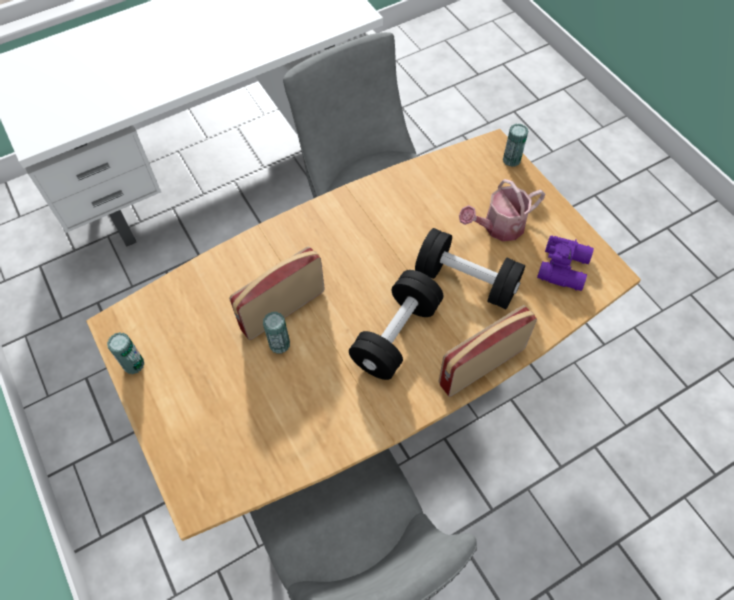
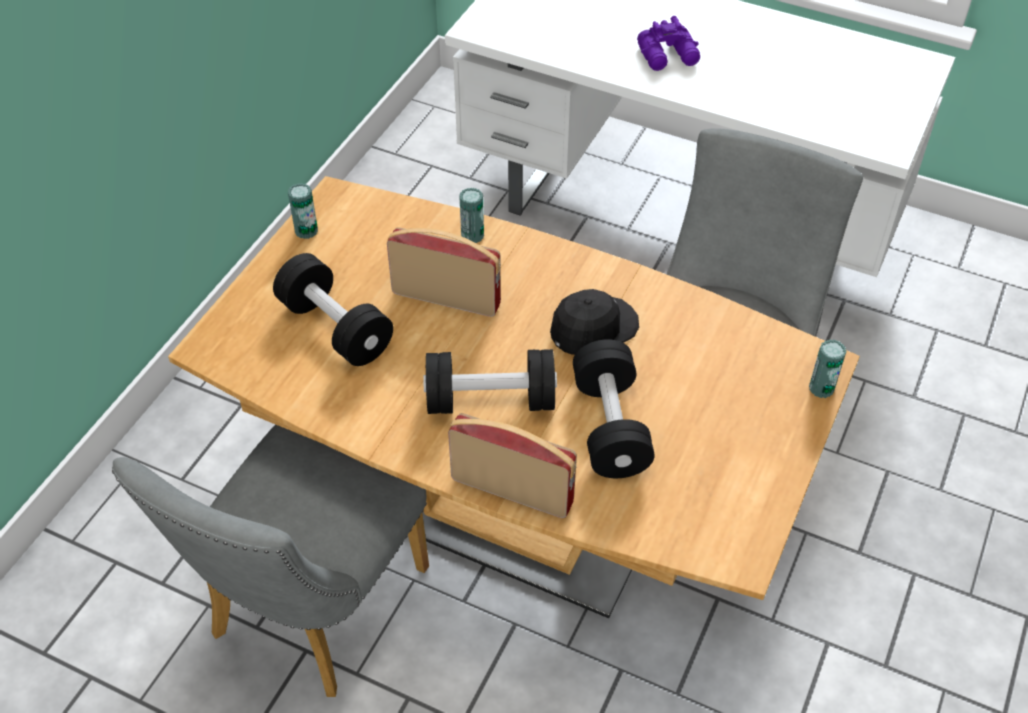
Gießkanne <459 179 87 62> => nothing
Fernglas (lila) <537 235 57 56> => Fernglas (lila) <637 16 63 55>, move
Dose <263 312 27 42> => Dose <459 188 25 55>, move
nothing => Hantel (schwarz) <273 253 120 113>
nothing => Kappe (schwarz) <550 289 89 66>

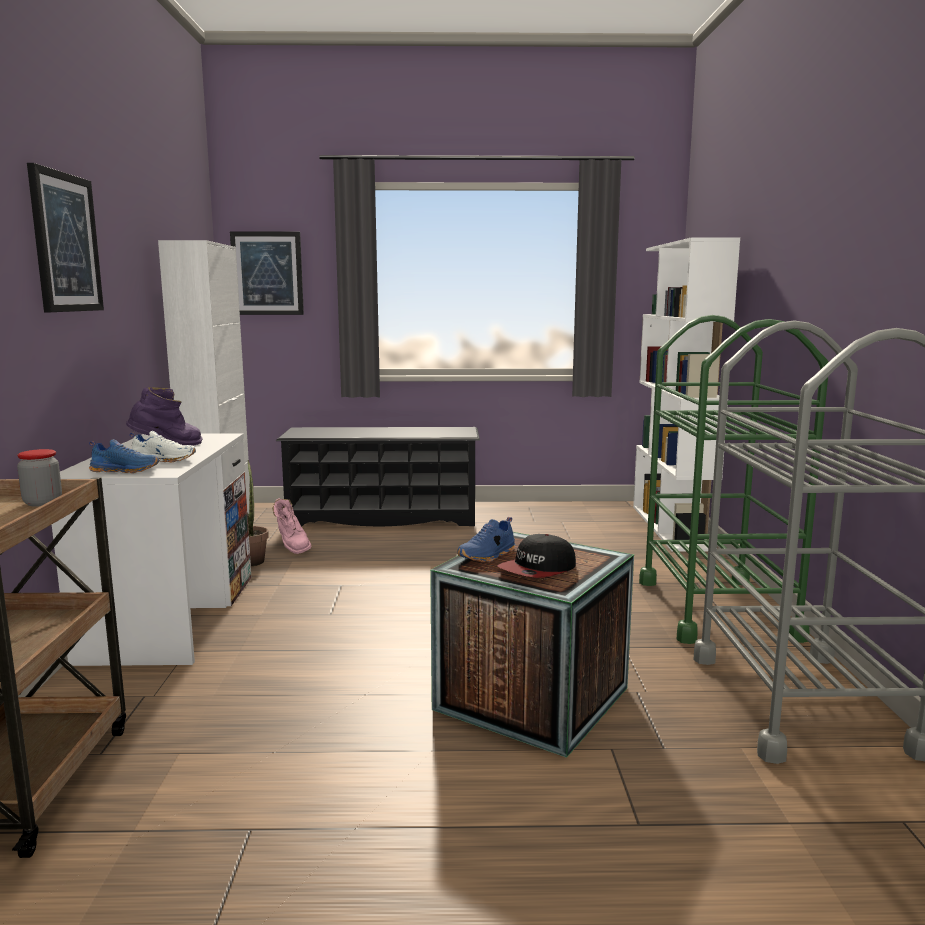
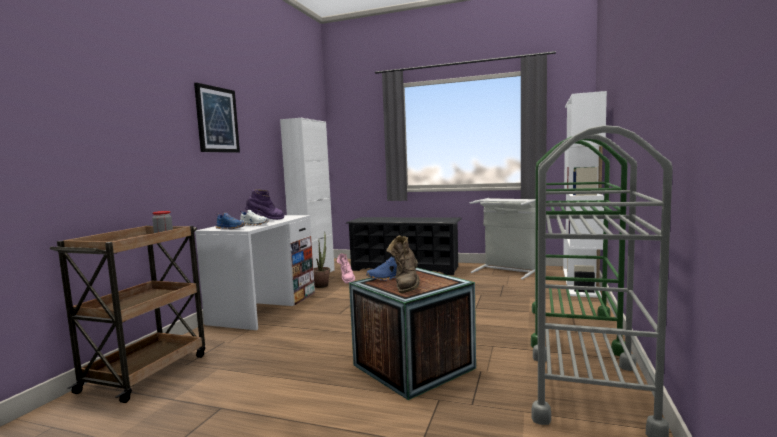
Bild <230 232 74 83> => nothing
Kappe <497 534 79 44> => Stiefel (braun) <386 235 34 58>
nothing => Wäschekorb (grau) <470 198 66 82>

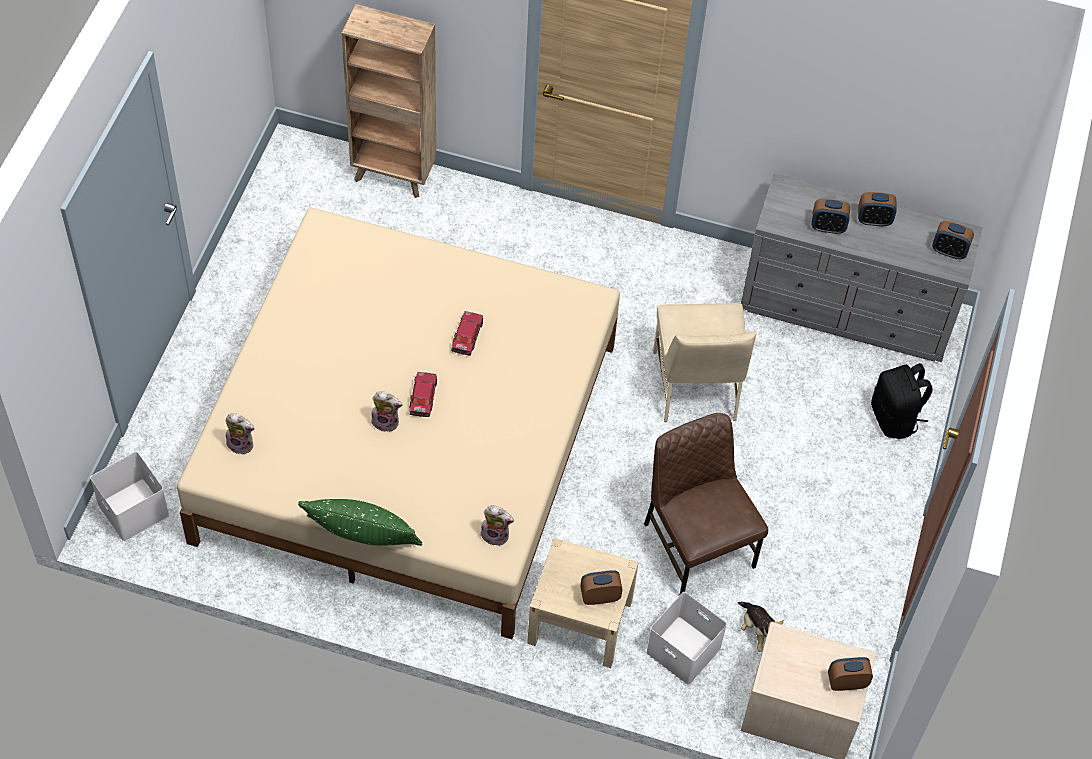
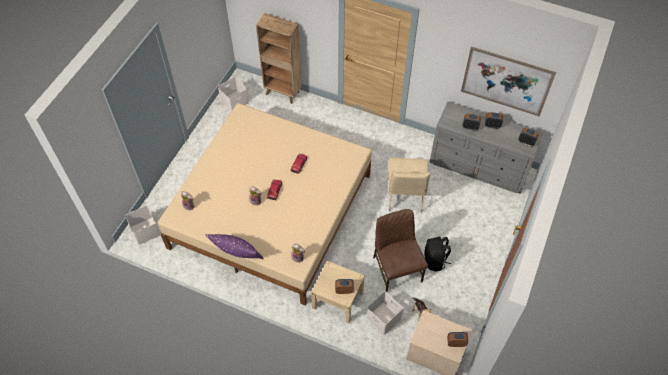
Rucksack (schwarz) <871 363 62 76> => Rucksack (schwarz) <424 237 27 35>, move
Kissen (grün) <298 499 124 47> => Kissen (lila) <206 234 57 25>
nothing => Bild <461 46 95 70>
nothing => Aufbewahrungsbox (weiß) <218 77 31 35>

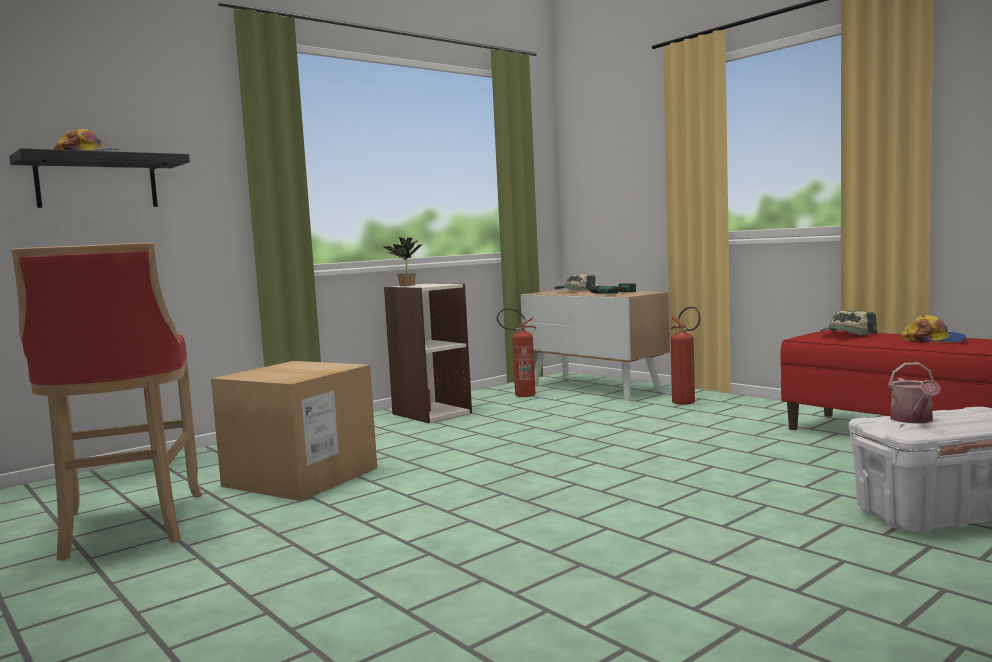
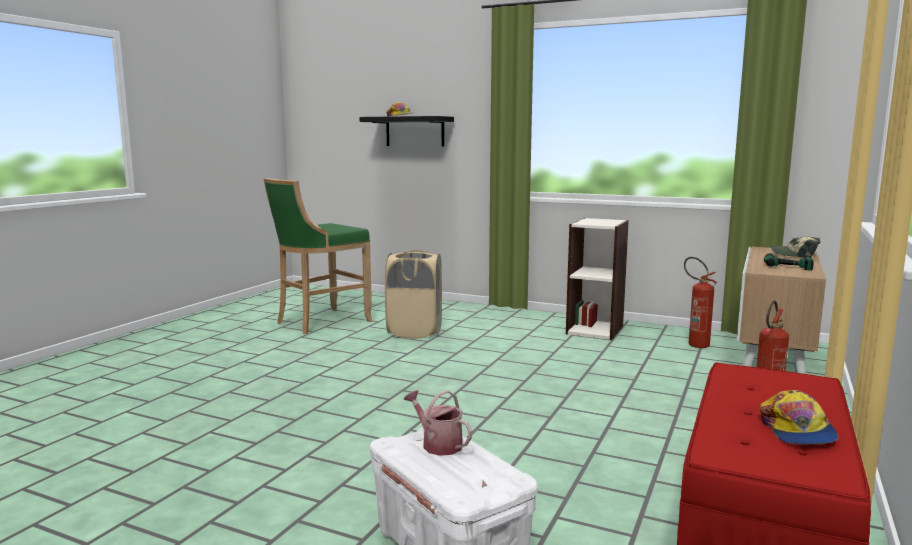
Topfpflanze <384 237 39 49> => nothing
Hocker (rot) <11 242 191 319> => Hocker (grün) <264 178 109 156>
Kappe <819 311 58 24> => nothing
Karton <211 361 166 140> => Wäschekorb (beige) <385 250 57 89>
Gießkanne <888 363 53 60> => Gießkanne <404 390 68 66>, 60 degrees clockwise

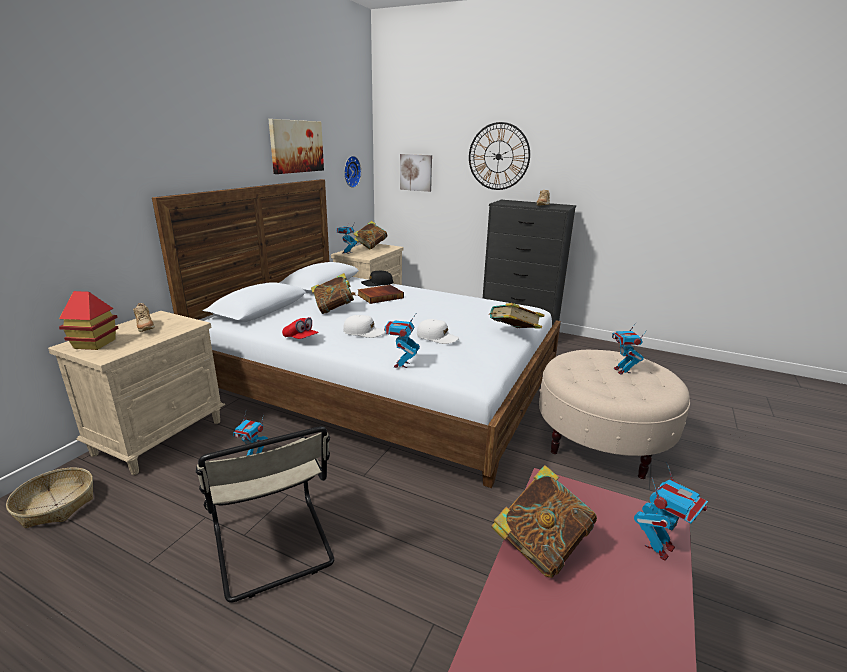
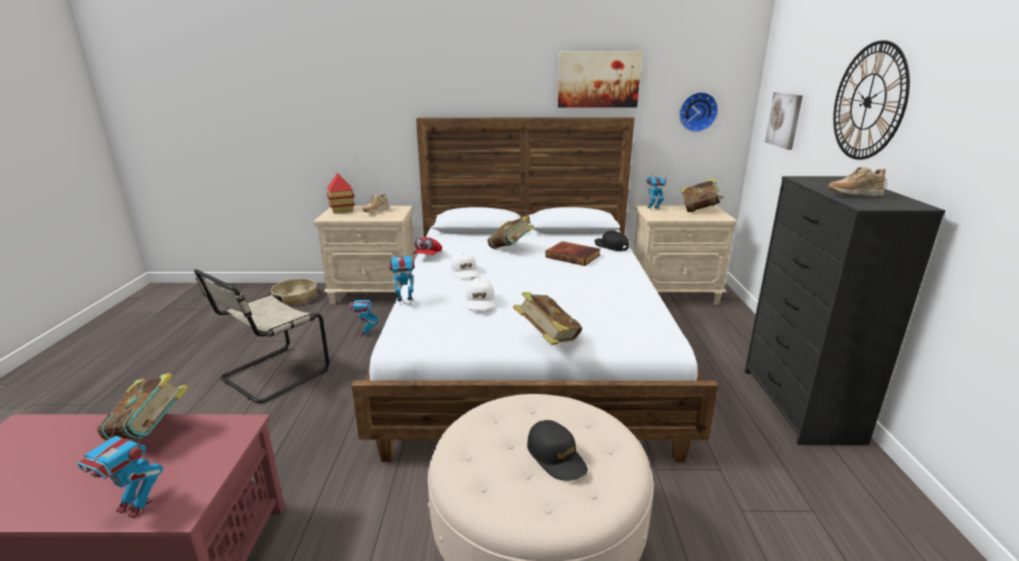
Spielzeugroboter <612 322 35 52> => Kappe (schwarz) <527 420 61 61>

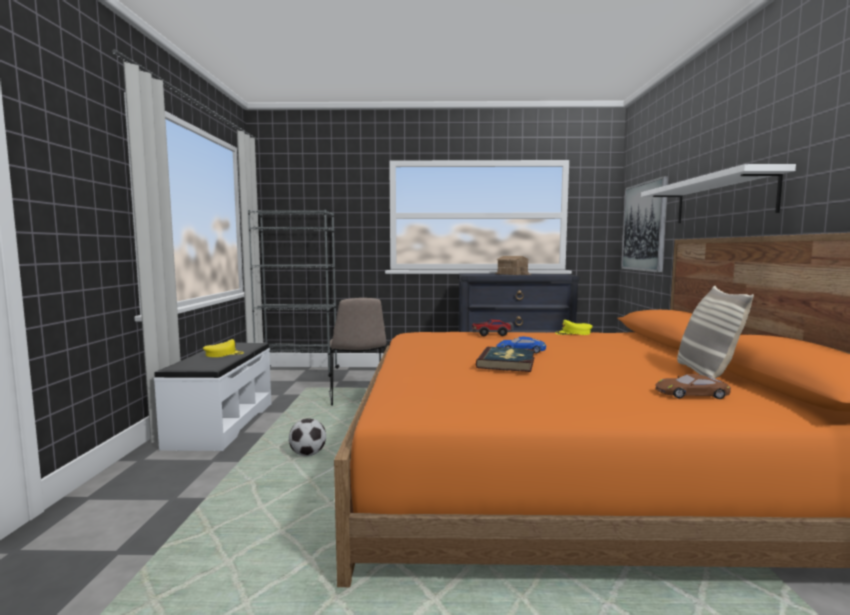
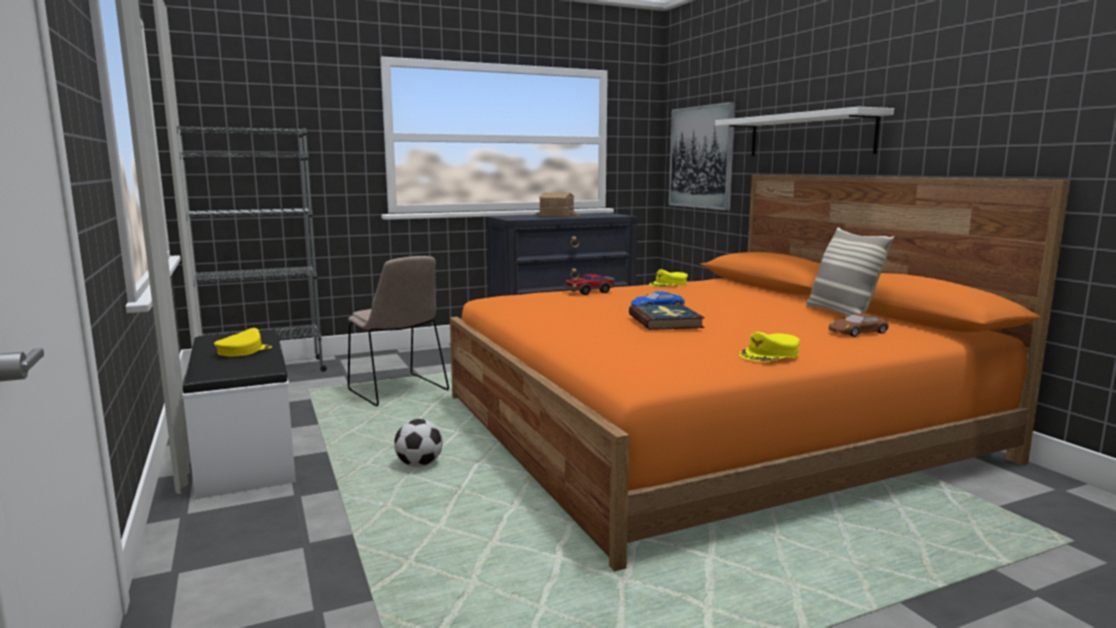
nothing => Kappe (gelb) <739 332 61 30>

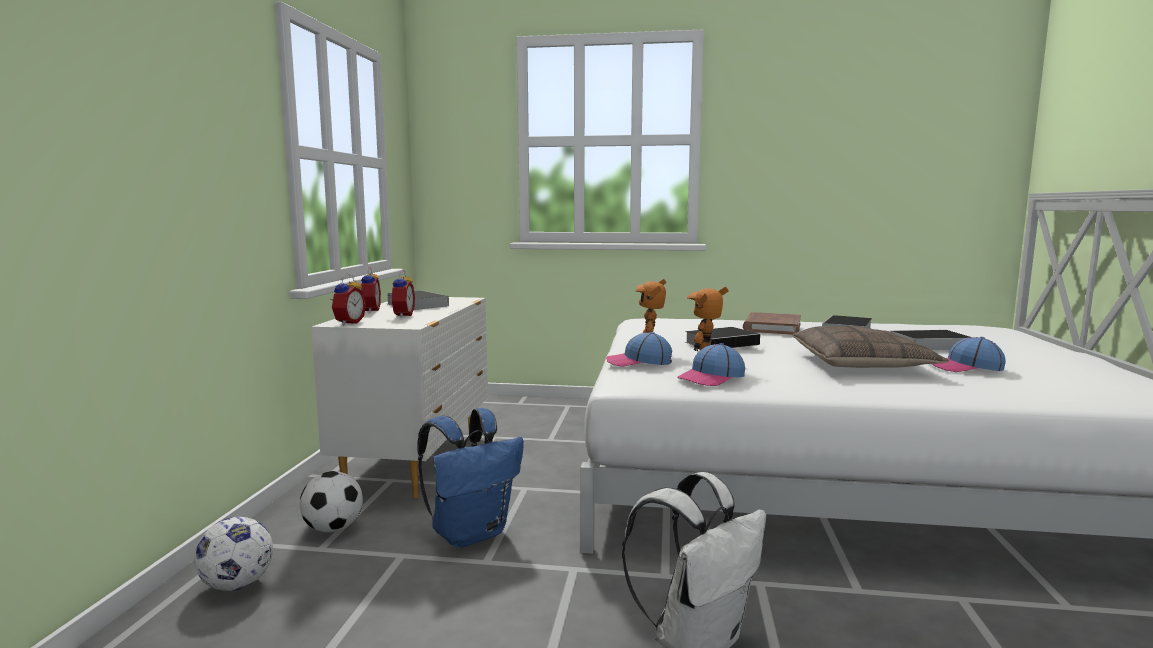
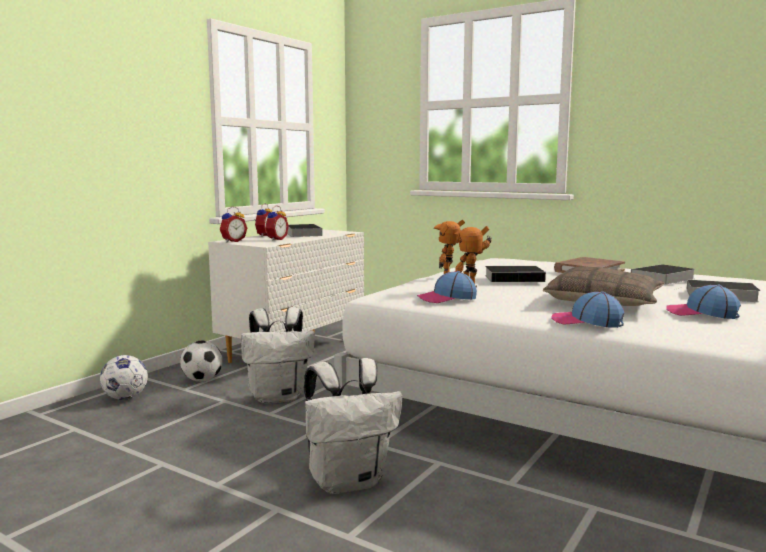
Kappe <606 332 66 35> => Kappe <551 291 74 37>, move
Rucksack (blau) <417 408 107 140> => Rucksack (weiß) <241 307 74 97>

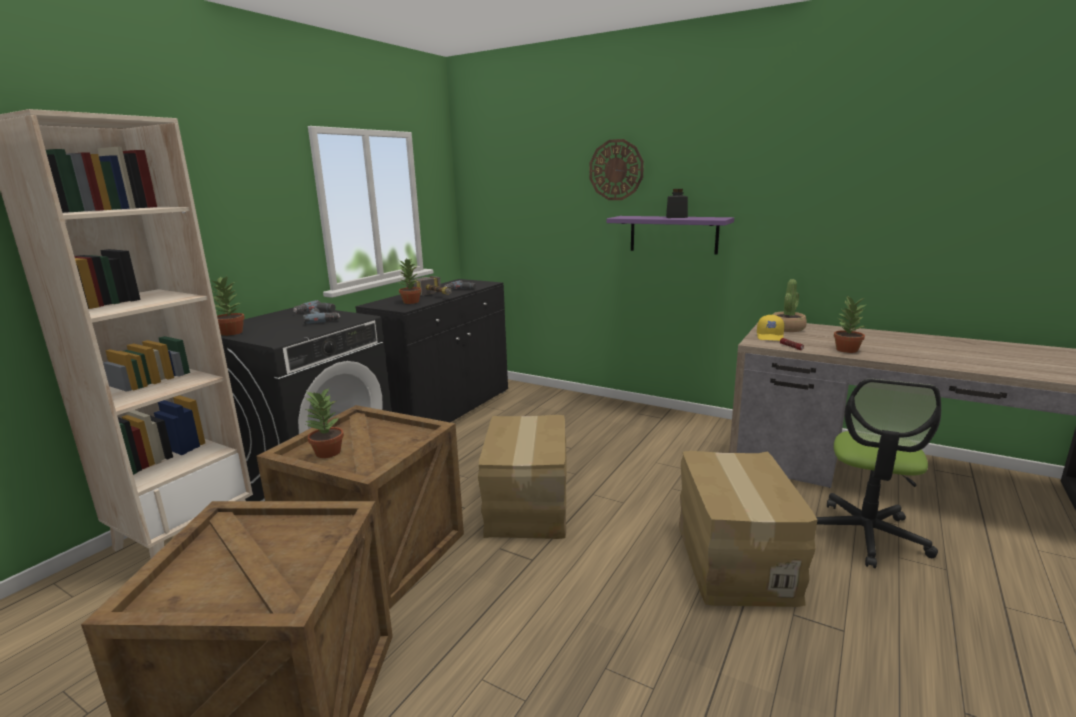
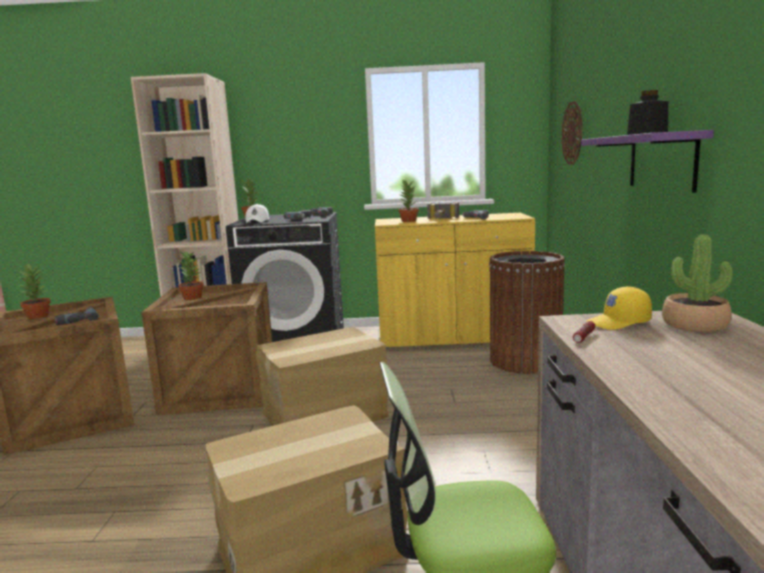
Wanduhr <589 139 55 61> => Wanduhr <561 101 22 63>, move
Schrank (schwarz) <355 279 153 143> => Schrank (gelb) <375 213 160 136>
Topfpflanze <834 296 33 57> => Topfpflanze <19 264 32 55>, move
nothing => Kappe (weiß) <245 204 25 19>
nothing => Mülleimer (braun) <489 251 76 123>
nothing => Bohrmaschine <54 307 45 18>

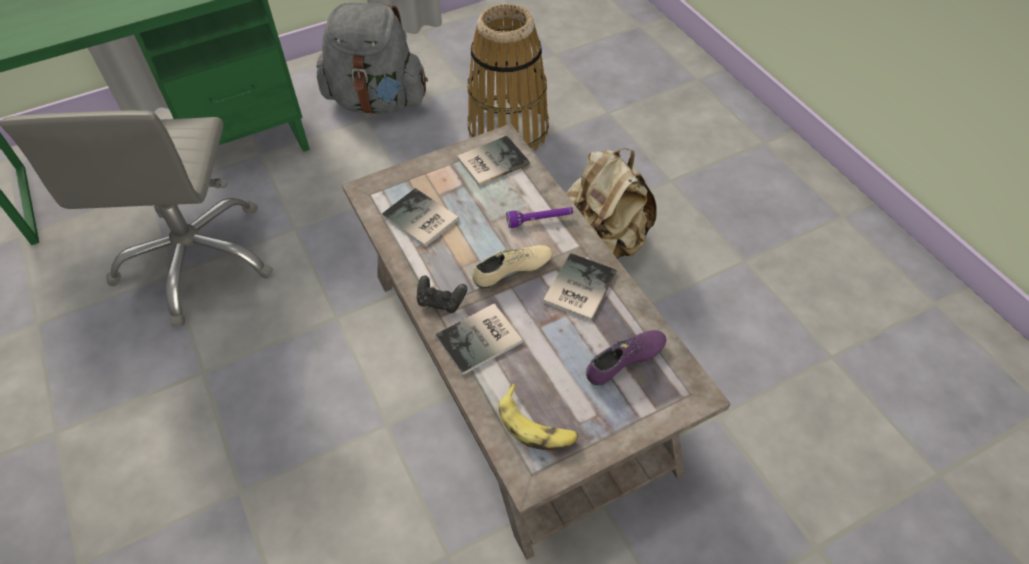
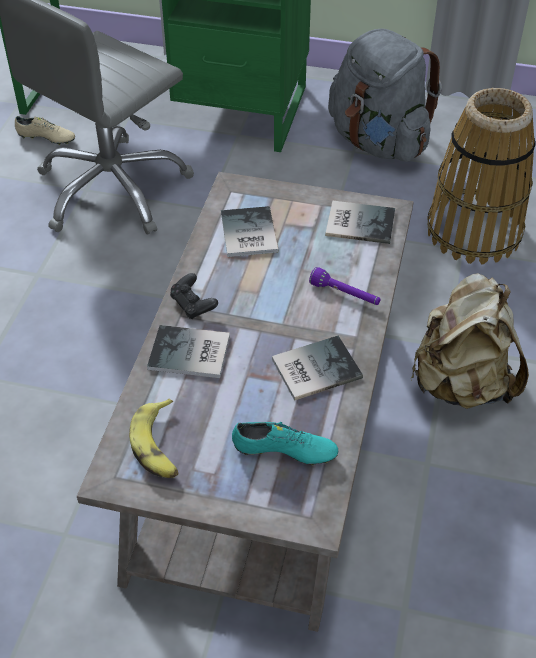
Schuh (beige) <472 245 81 44> => Schuh (beige) <15 116 60 29>, move
Schuh (lila) <586 330 80 55> => Schuh (türkis) <232 422 106 43>

